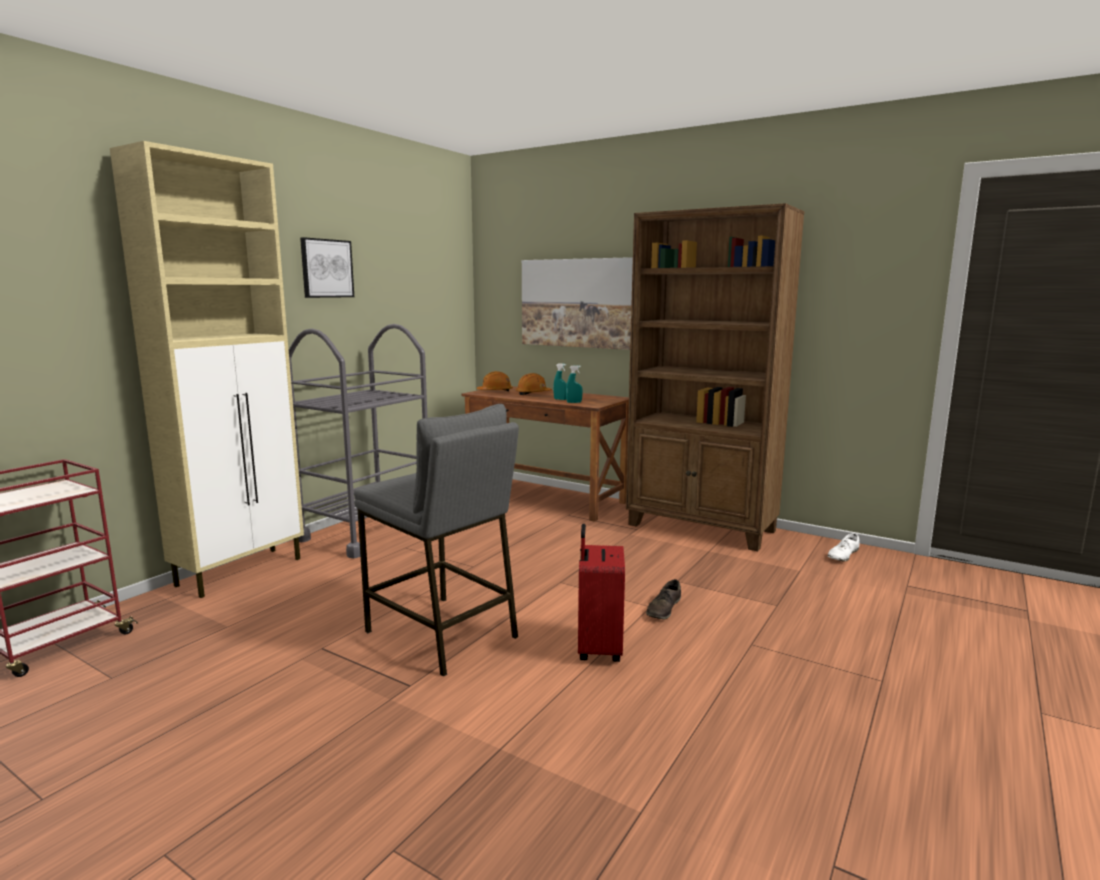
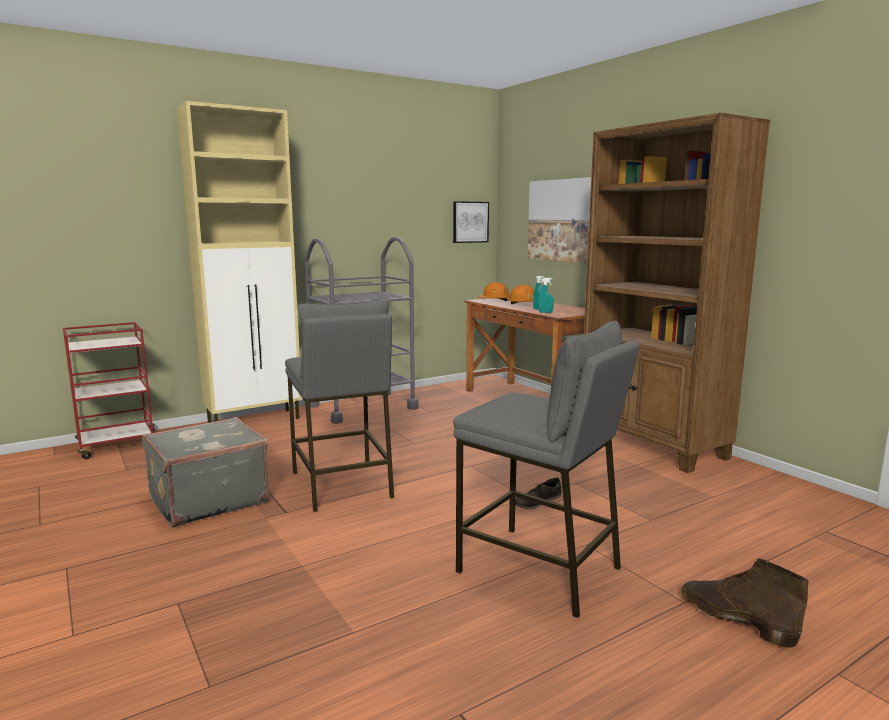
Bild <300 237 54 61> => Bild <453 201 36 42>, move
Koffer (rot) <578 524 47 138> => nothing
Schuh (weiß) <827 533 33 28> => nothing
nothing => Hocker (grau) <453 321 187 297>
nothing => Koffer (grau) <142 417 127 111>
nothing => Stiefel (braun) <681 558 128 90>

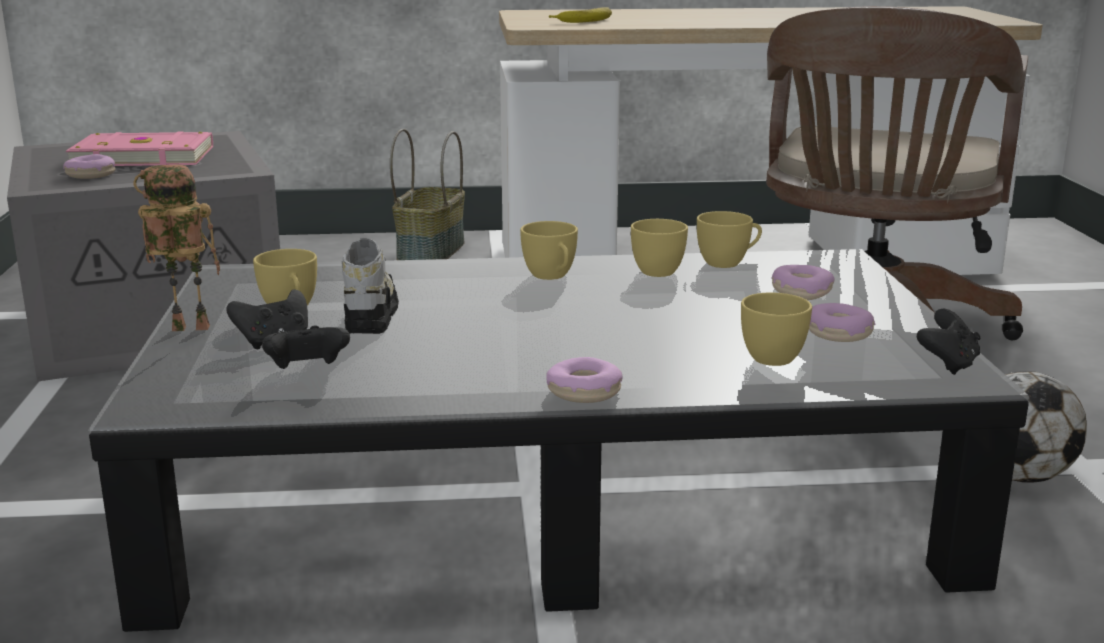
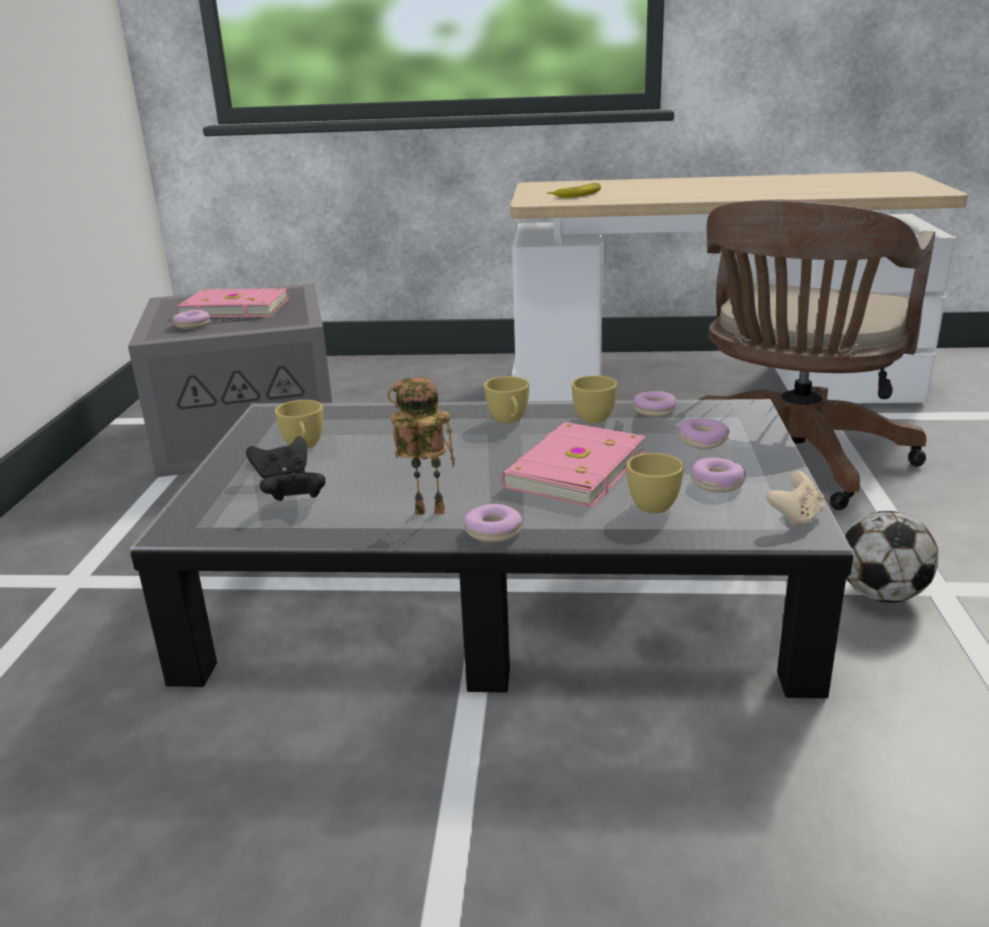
Korb <390 129 75 131> => nothing
Spielzeugroboter <133 164 87 167> => Spielzeugroboter <387 378 68 137>, move
Tasse (gelb) <697 211 65 57> => Donut <633 391 43 26>
Schuh <342 238 57 96> => nothing
Gamepad (schwarz) <917 309 63 66> => Gamepad (beige) <766 471 58 57>
nothing => Buch (rosa) <501 422 145 85>

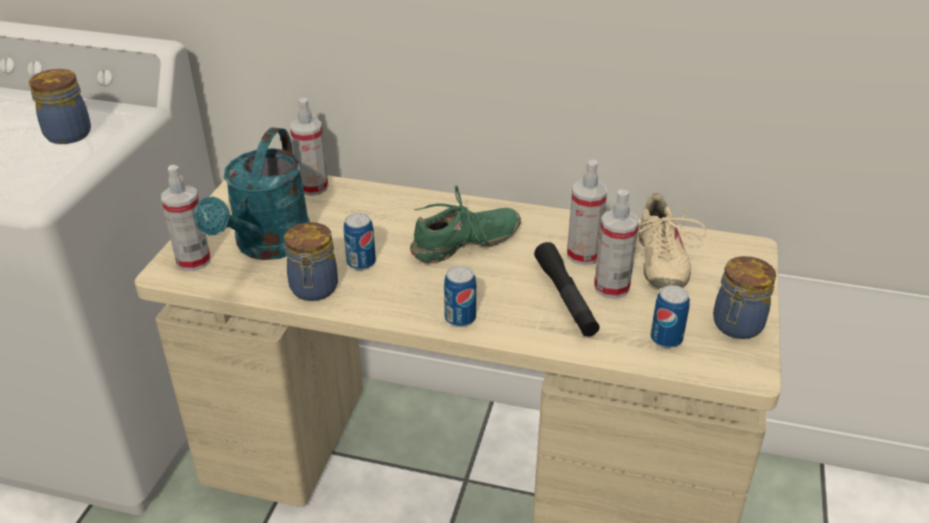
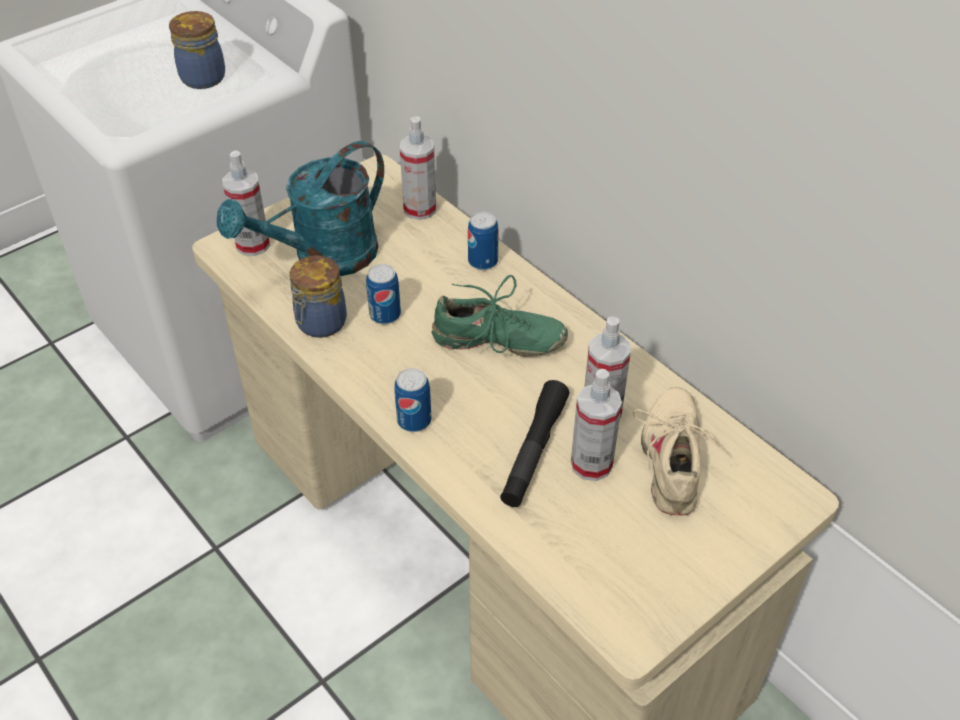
Schuh (beige) <635 193 71 96> => Schuh (beige) <633 387 99 129>, 150 degrees clockwise
Vorratsglas <713 256 63 83> => nothing
Dose <650 285 40 63> => Dose <468 212 31 58>, move

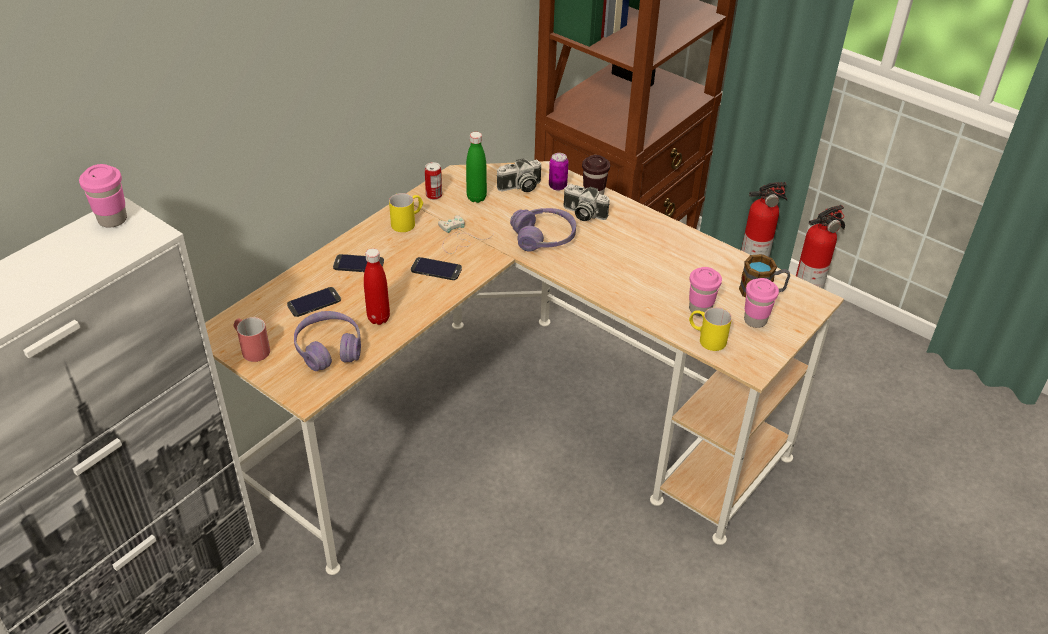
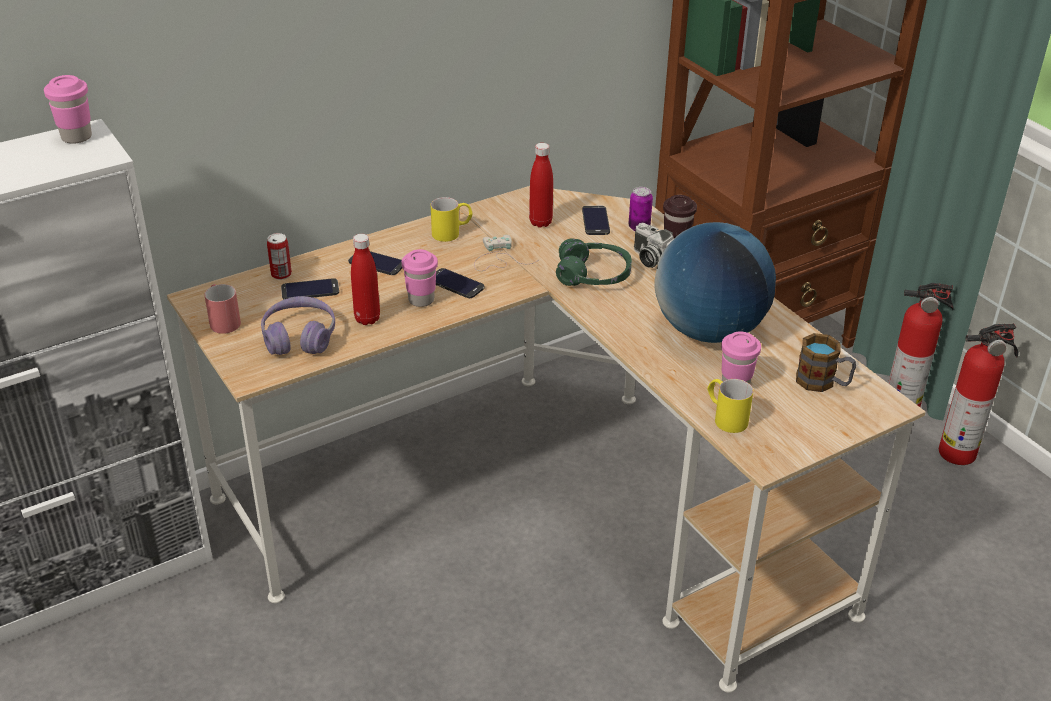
Flasche (grün) <466 132 21 71> => Flasche (rot) <529 143 24 85>
Kamera <497 158 44 34> => Handy <582 206 28 29>
Dose <425 162 17 38> => Dose <267 233 25 47>, move
Kopfhörer (lila) <510 208 66 43> => Kopfhörer (grün) <556 238 76 48>
Tasse (rosa) <744 278 35 50> => Tasse (rosa) <402 249 36 58>, move
nothing => Globus <654 222 122 121>

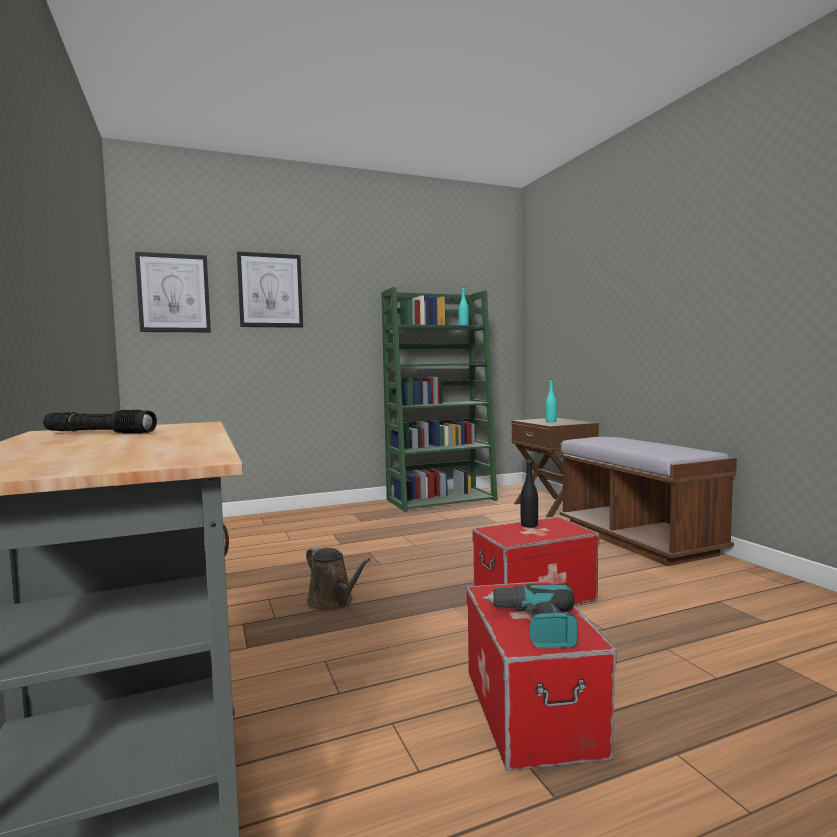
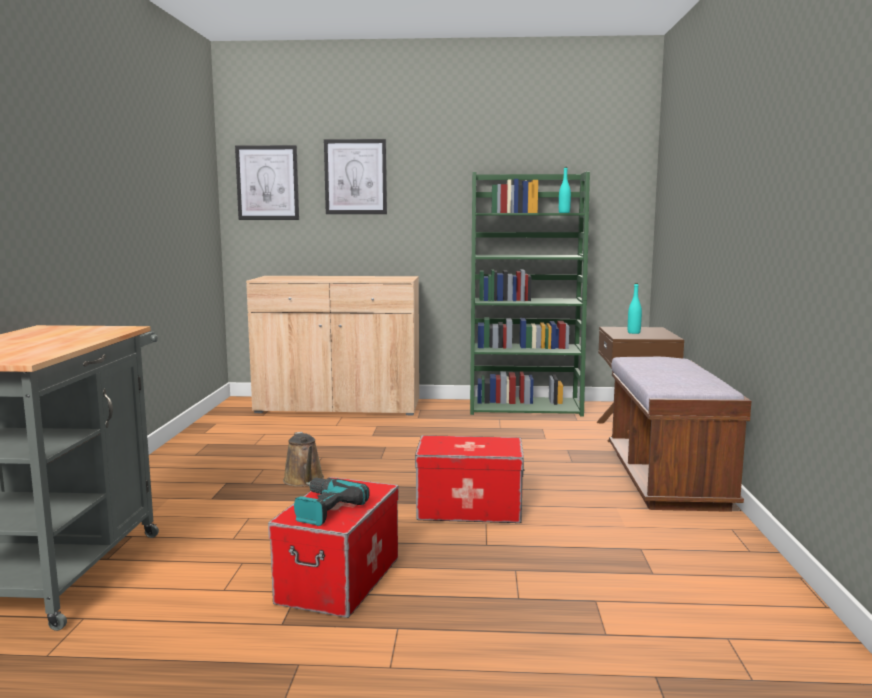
Taschenlampe (schwarz) <43 410 114 24> => nothing
Flasche (schwarz) <520 460 18 68> => nothing
nothing => Schrank (beige) <246 276 173 139>

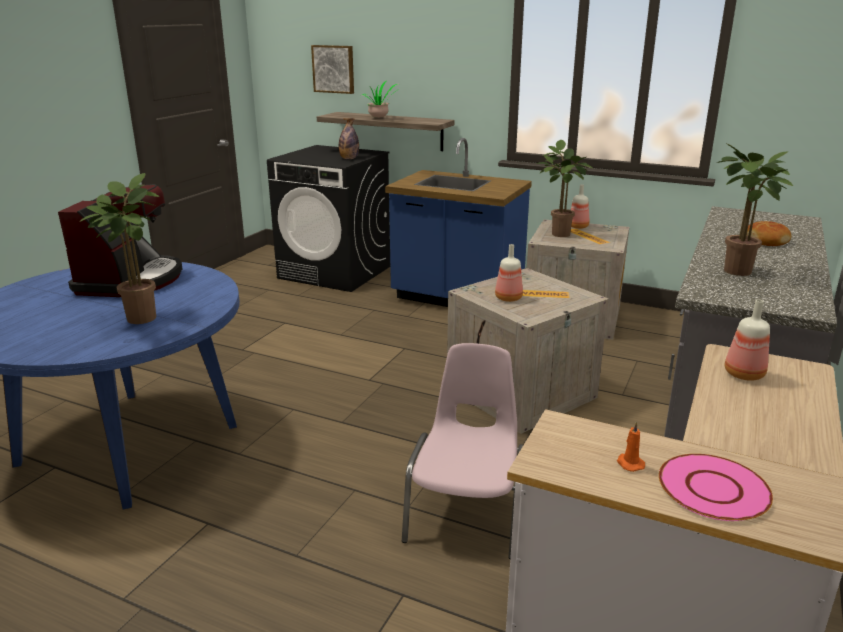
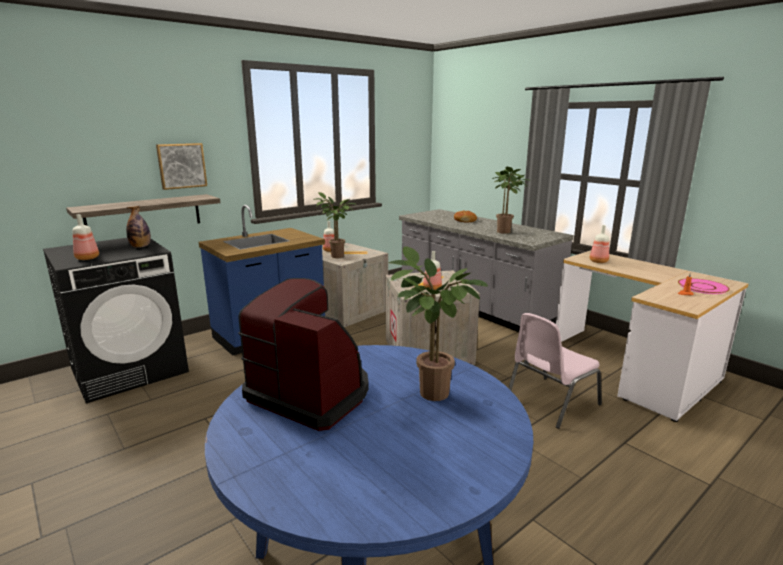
Bild <311 45 43 49> => Bild <156 143 51 47>, move
Topfpflanze <360 81 39 38> => nothing
Stuhl (rosa) <402 343 121 216> => Stuhl (rosa) <509 313 93 116>, 75 degrees counterclockwise
nothing => Flasche <73 214 26 46>

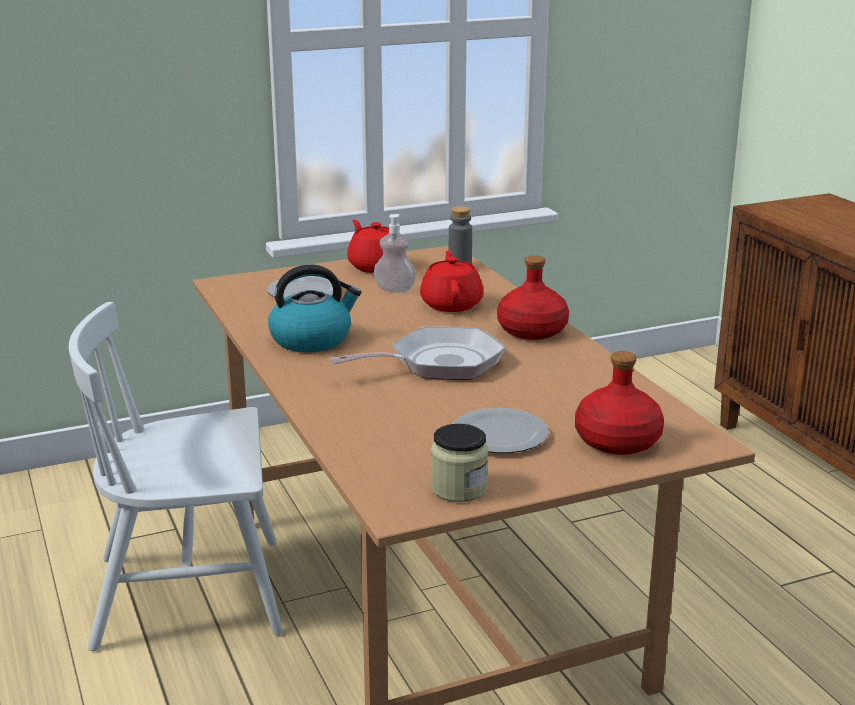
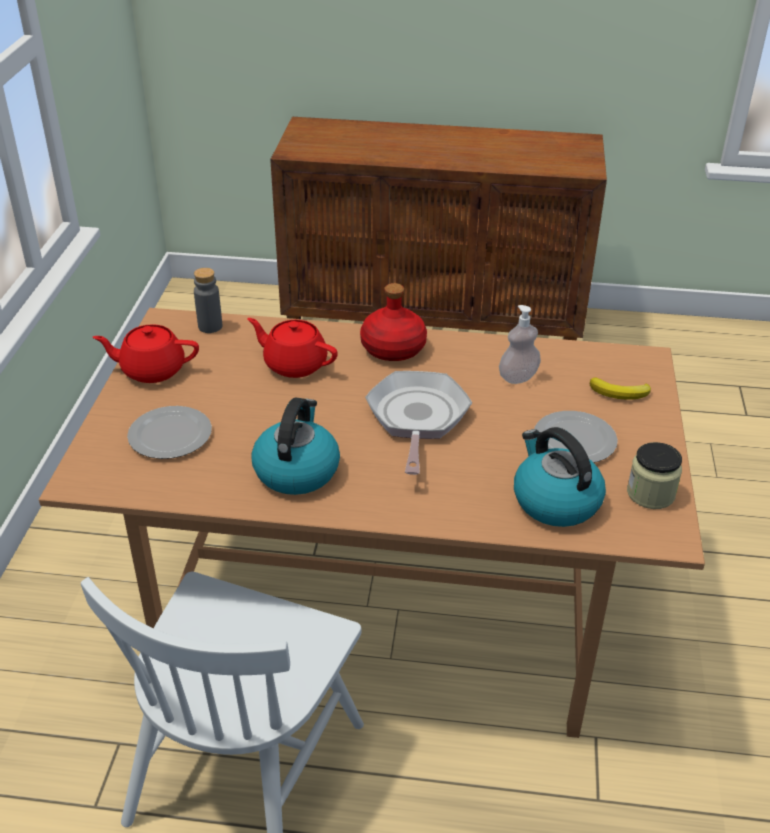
Seifenspender <374 214 42 79> => Seifenspender <499 305 42 79>, move
Flasche (rot) <575 351 89 104> => Banane <590 378 61 22>
nothing => Wasserkessel <514 427 92 100>

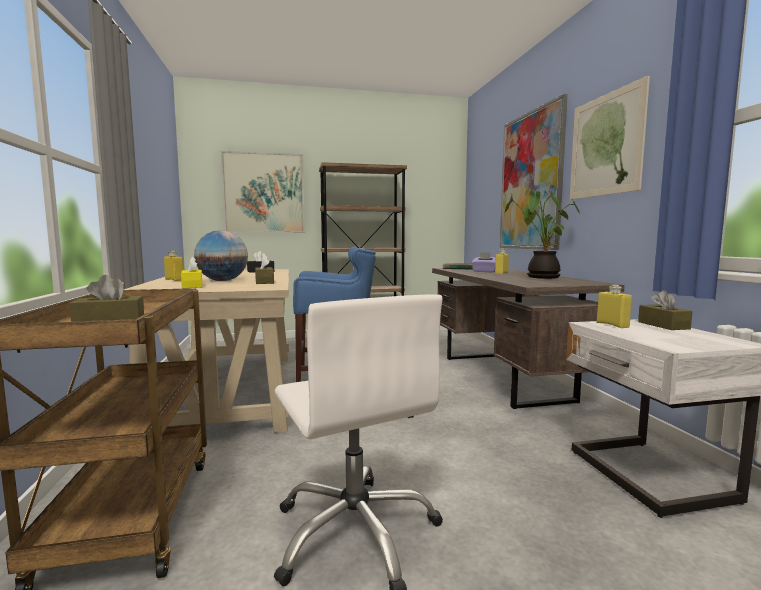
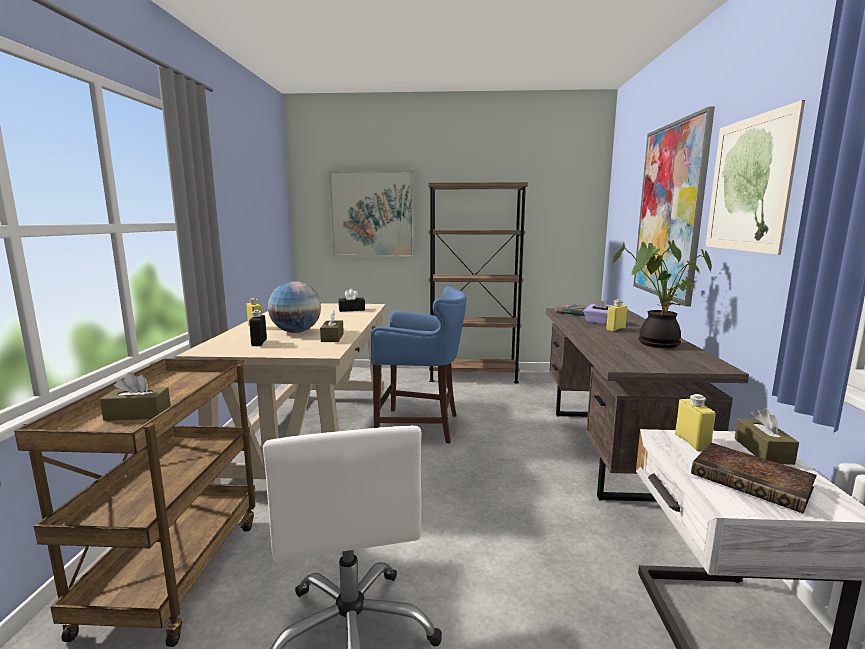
Taschentuchbox (gelb) <181 257 22 31> => Flasche (schwarz) <249 310 18 36>
nothing => Buch <691 443 126 71>

